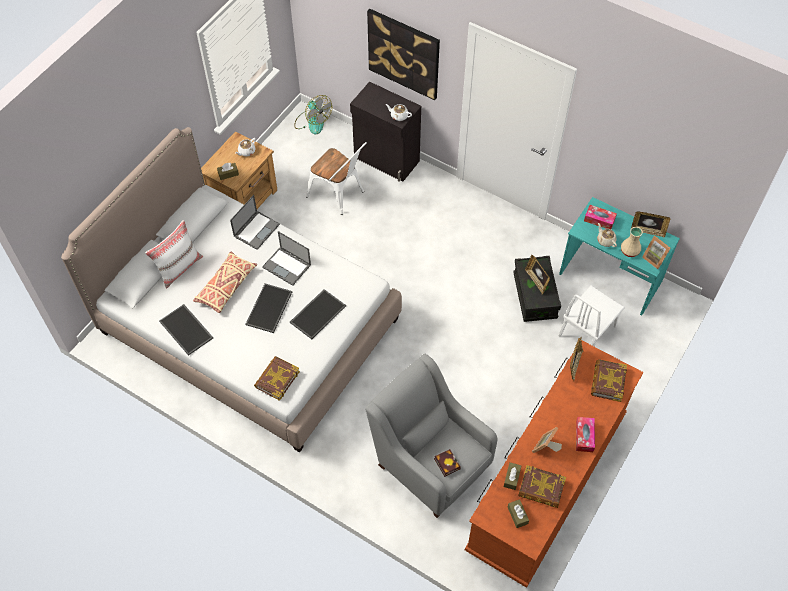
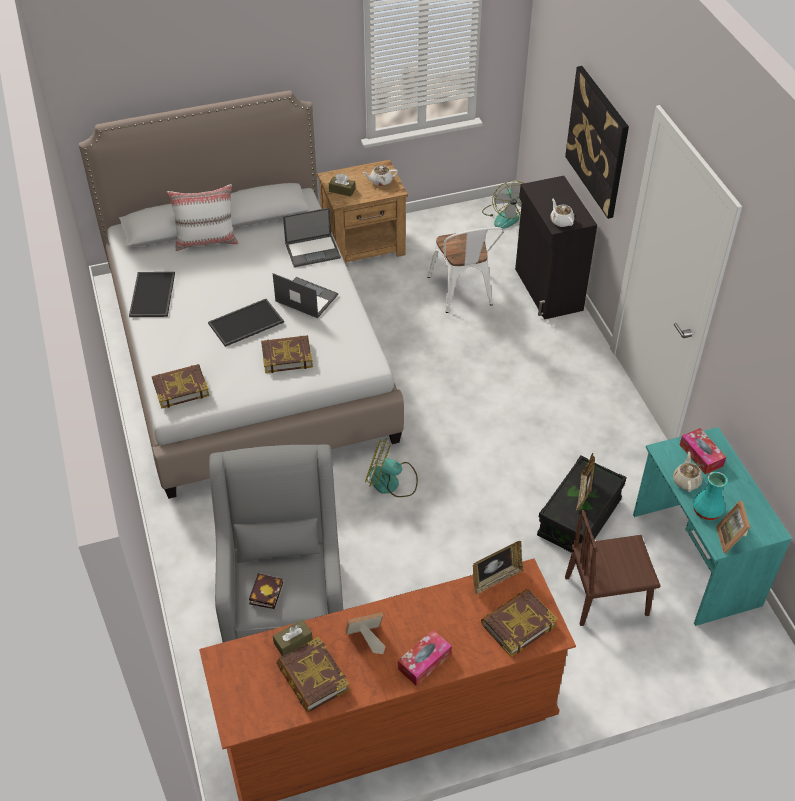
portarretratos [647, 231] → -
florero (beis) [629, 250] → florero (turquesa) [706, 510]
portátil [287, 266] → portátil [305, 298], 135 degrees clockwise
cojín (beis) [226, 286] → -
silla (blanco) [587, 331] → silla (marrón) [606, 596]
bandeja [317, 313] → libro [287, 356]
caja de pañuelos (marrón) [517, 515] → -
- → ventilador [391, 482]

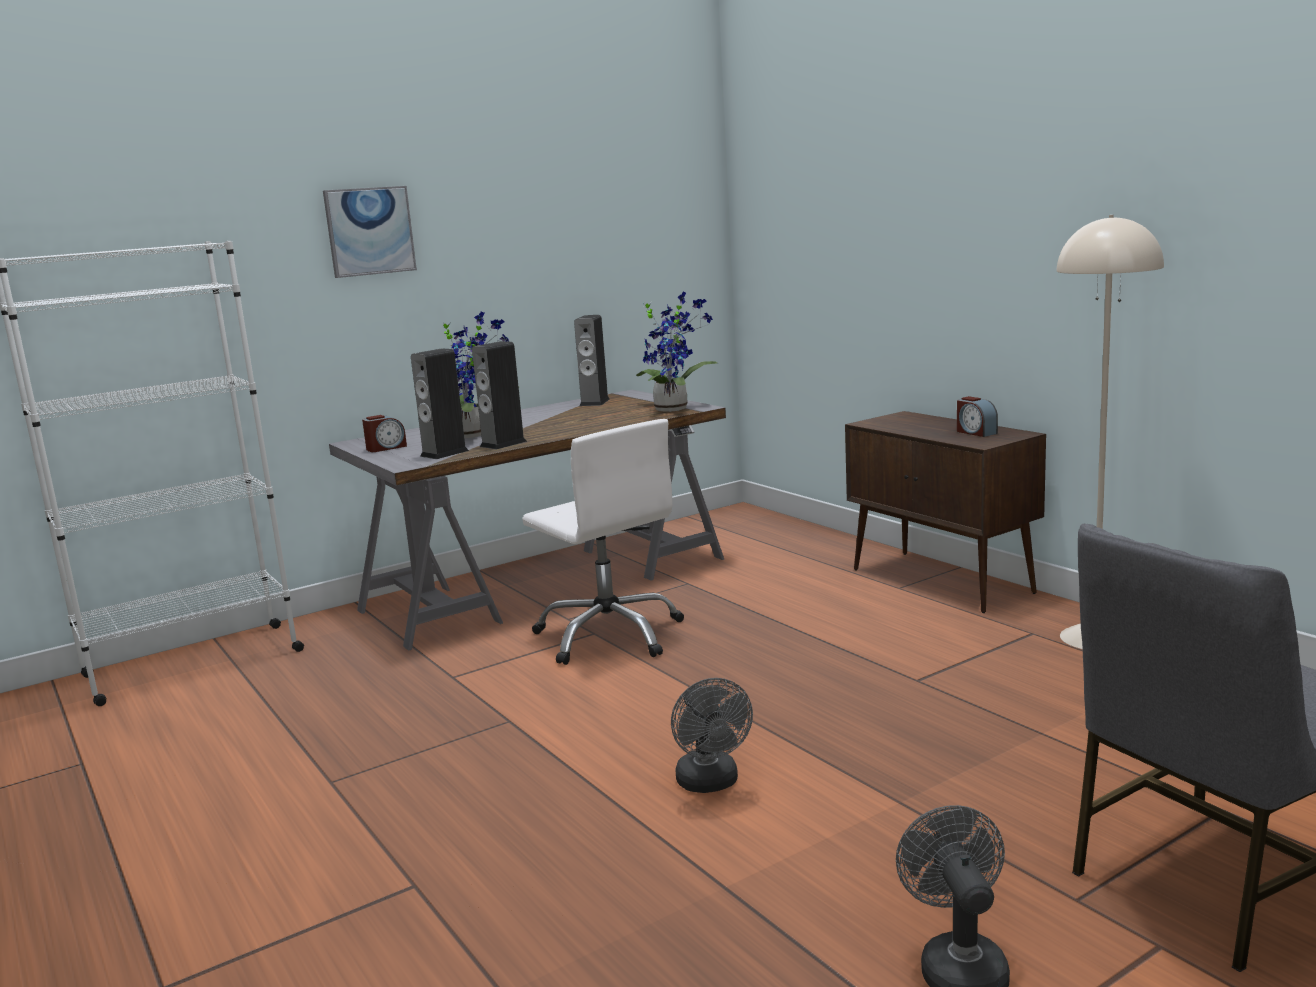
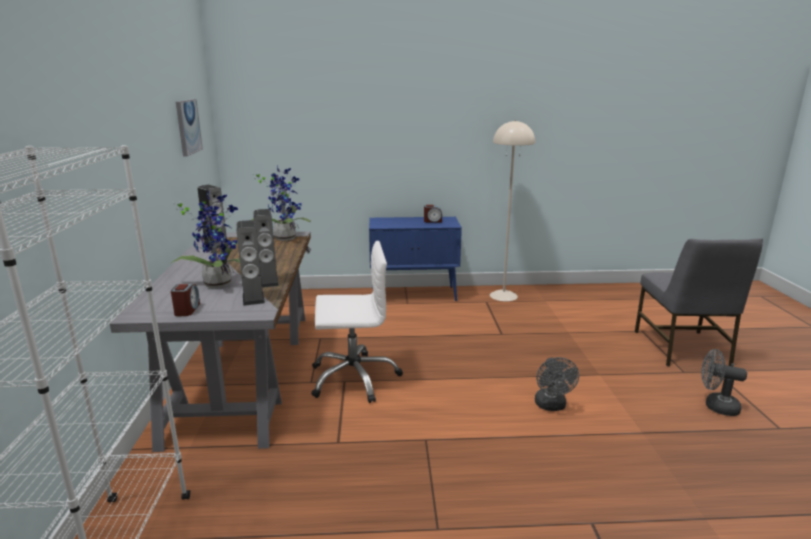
cuadro [369, 231] → cuadro [188, 127], shifted
armario (marrón) [942, 581] → armario (azul) [414, 294]
ventilador (gris) [711, 784] → ventilador (gris) [551, 406], 75 degrees clockwise

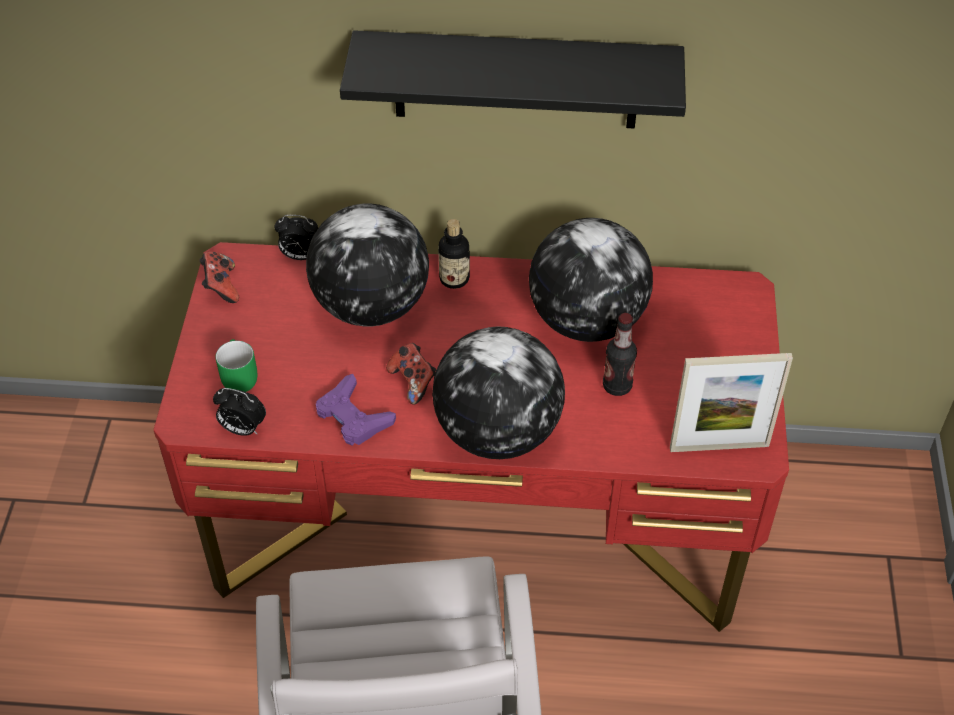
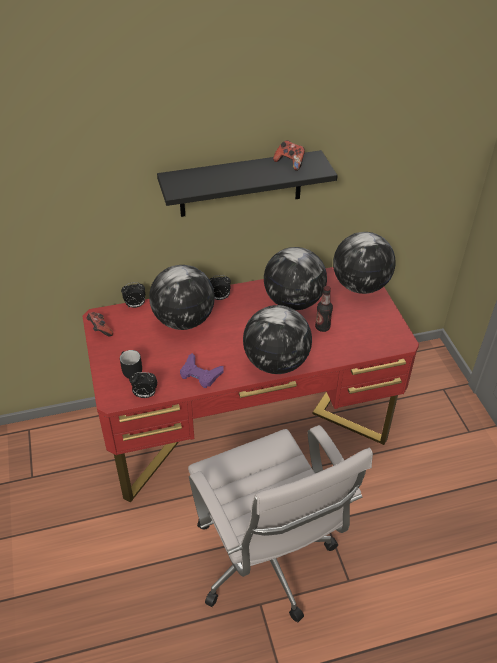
botella [454, 279] → despertador [219, 298]
taza grande (verde) [236, 377] → taza grande (negro) [129, 371]
mando de consola [413, 382] → mando de consola [290, 163], shifted
portarretratos [719, 446] → -
- → globo terráqueo [360, 286]

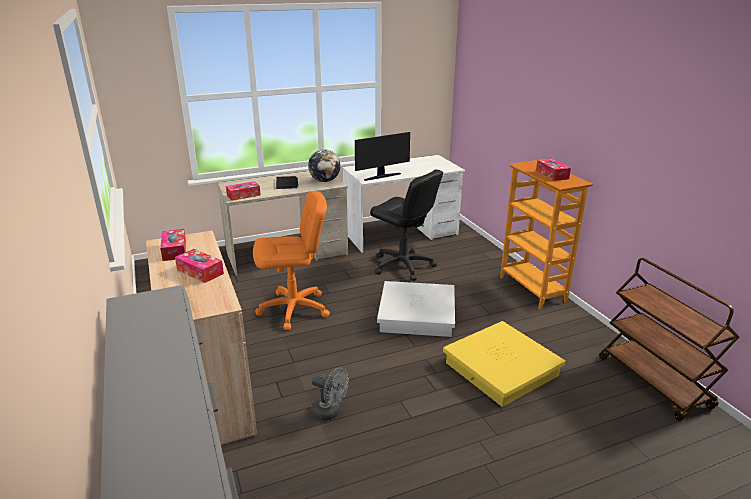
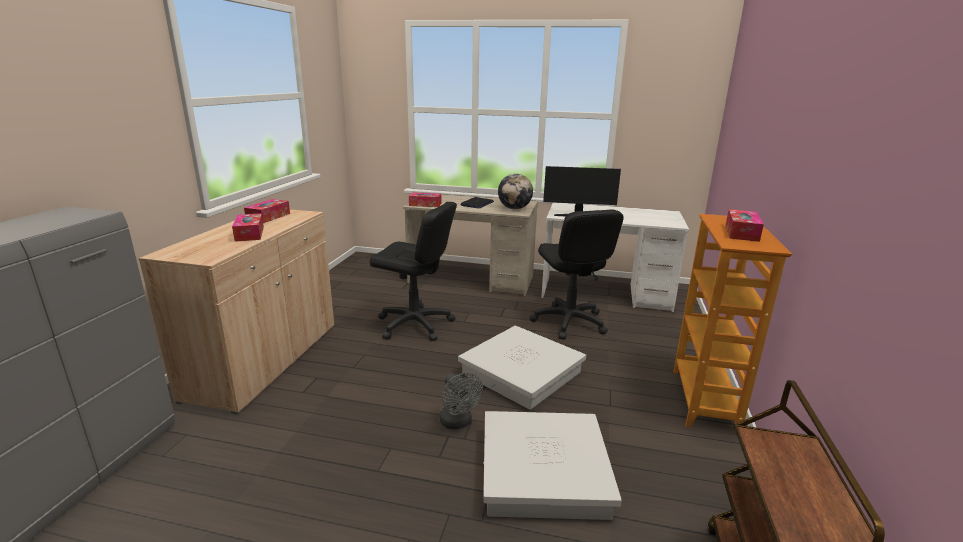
silla de oficina (naranja) [294, 309] → silla de oficina (negro) [415, 325]
caja de almacenaje (amarillo) [501, 369] → caja de almacenaje (blanco) [544, 472]
ventilador (gris) [330, 412] → ventilador (gris) [458, 423], shifted

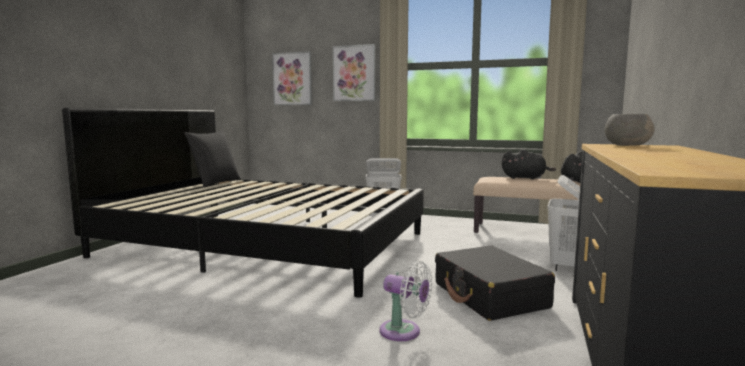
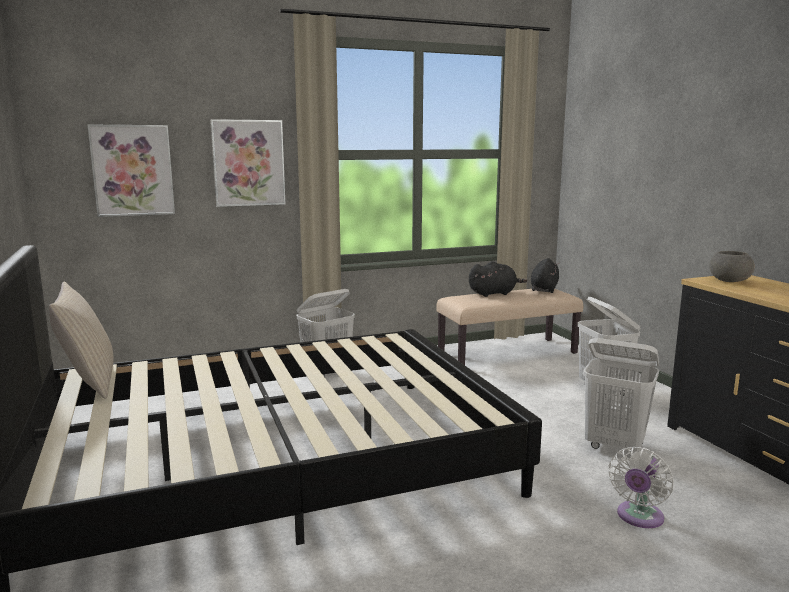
cojín (negro) [215, 183] → cojín (beis) [89, 383]
maleta (negro) [490, 296] → cesto de la ropa (blanco) [615, 446]
ventilador (blanco) [404, 332] → ventilador (blanco) [638, 518], 135 degrees clockwise

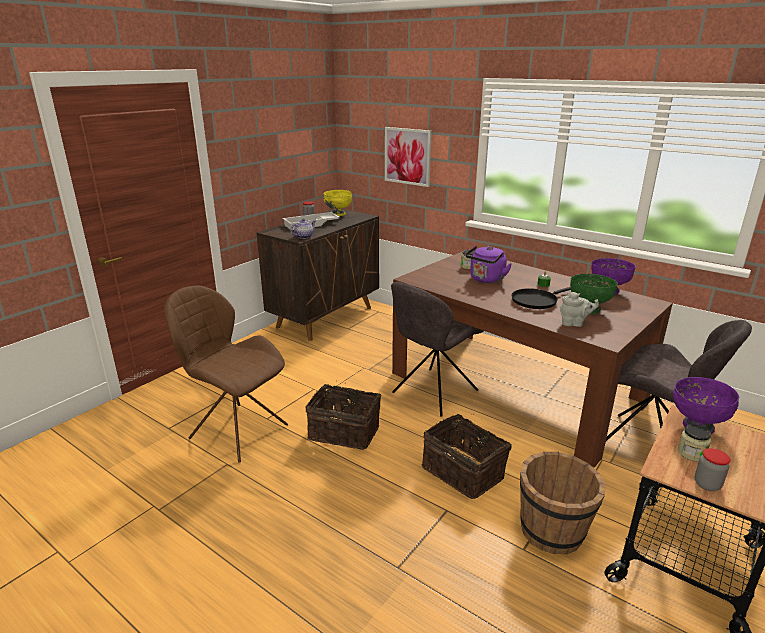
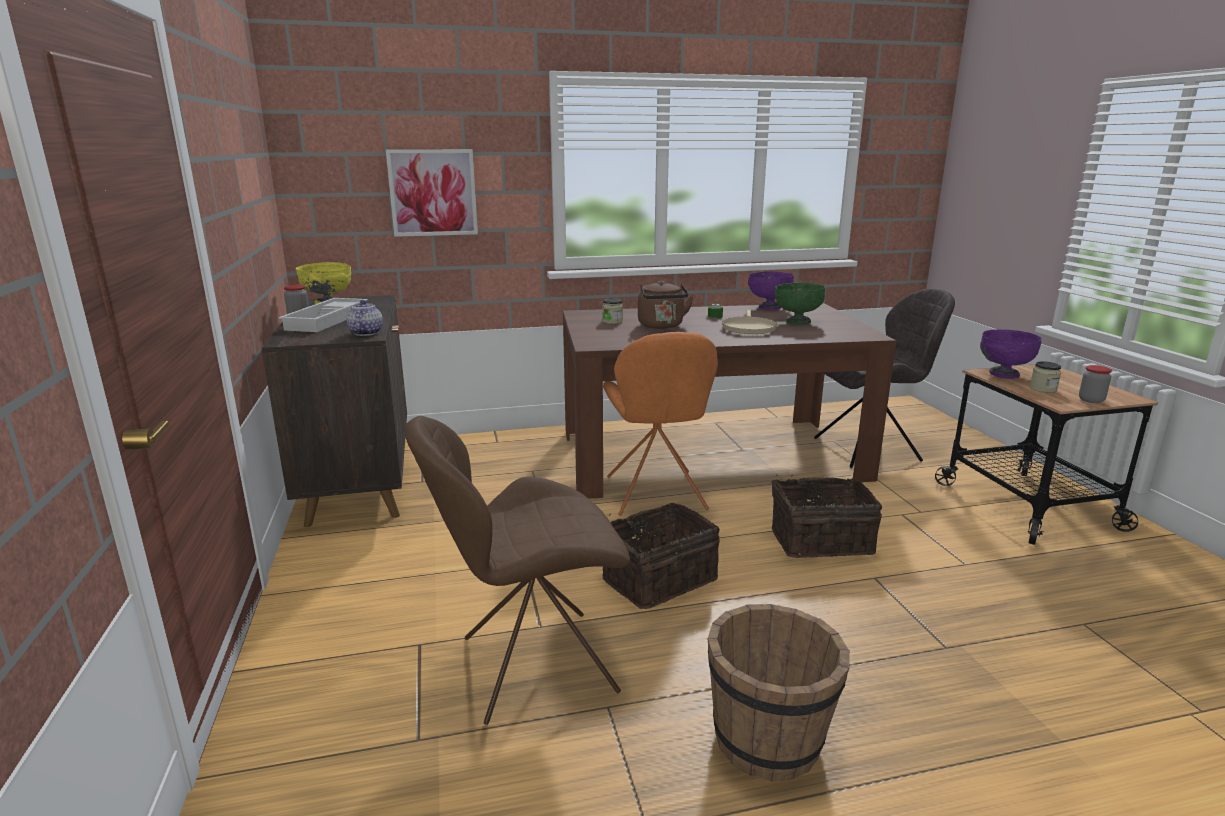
hervidor (morado) [486, 280] → hervidor (marrón) [661, 326]
silla (gris) [432, 393] → silla (naranja) [656, 495]
sartén (negro) [536, 301] → sartén (beis) [748, 328]
tetera (gris) [574, 323] → -
cubo (marrón) [552, 531] → cubo (marrón) [768, 740], shifted

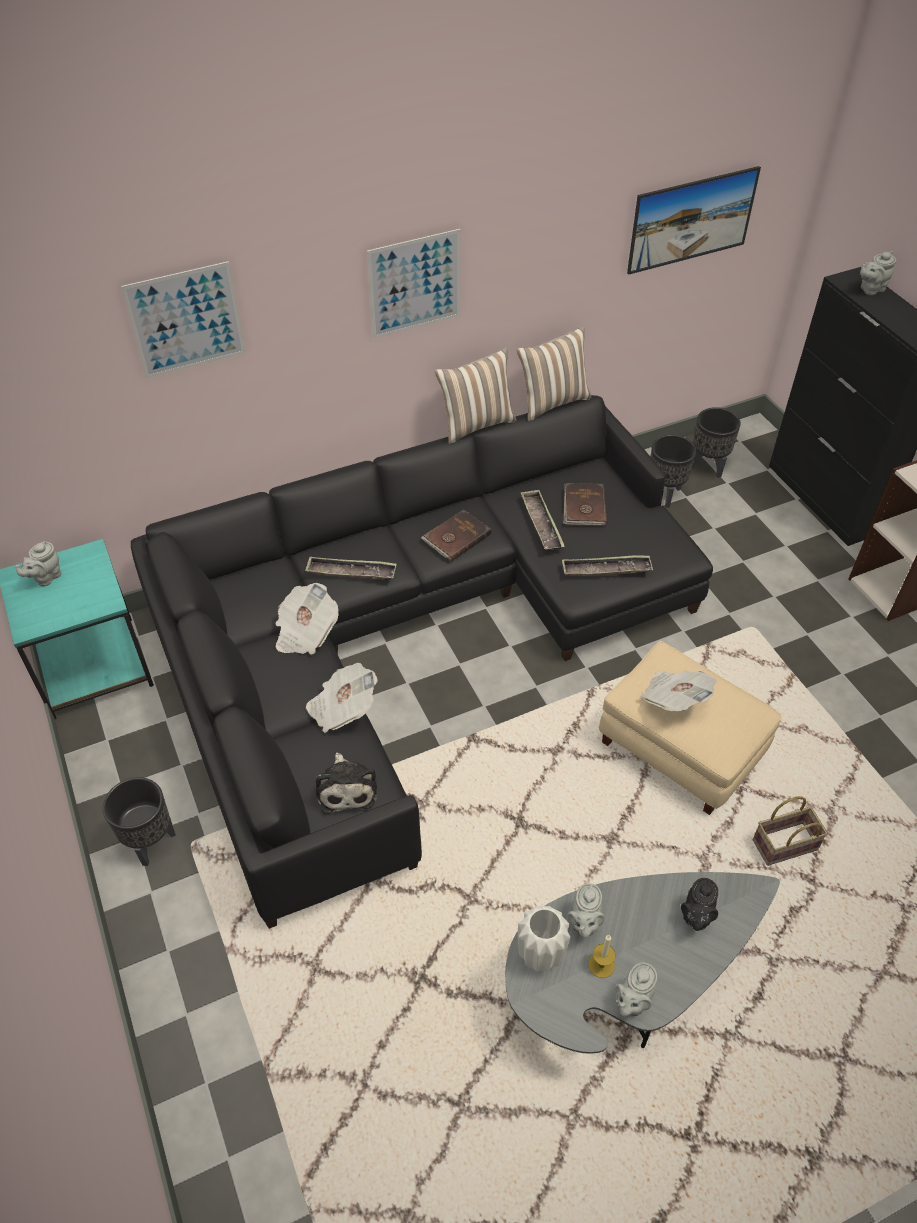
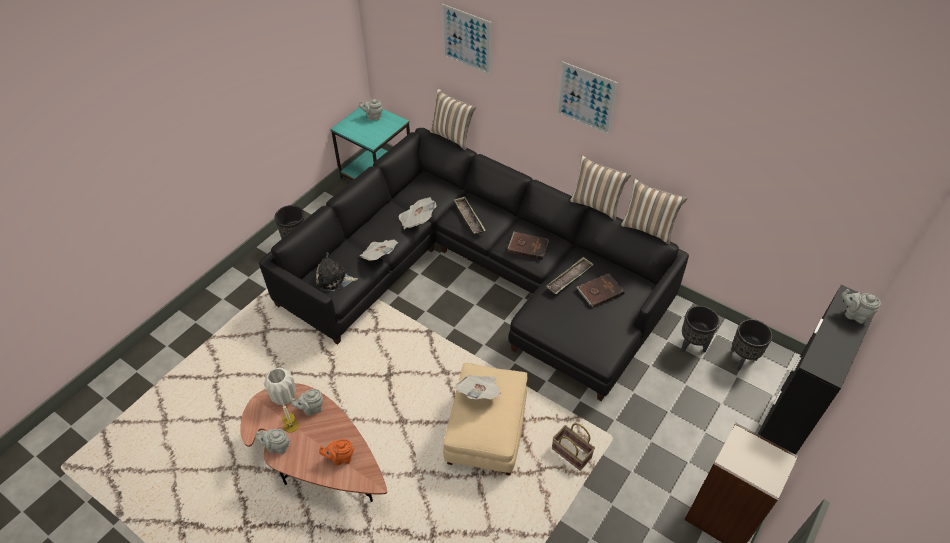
cuadro [688, 239] → -
bandeja [606, 570] → -
peluche [346, 788] → peluche [334, 279], 45 degrees clockwise
cesta [784, 846] → cesta [570, 453], shifted
mesa de centro (gris) [623, 982] → mesa de centro (marrón) [318, 461]
tetera (negro) [695, 917] → tetera (naranja) [340, 458]
- → cojín [452, 136]

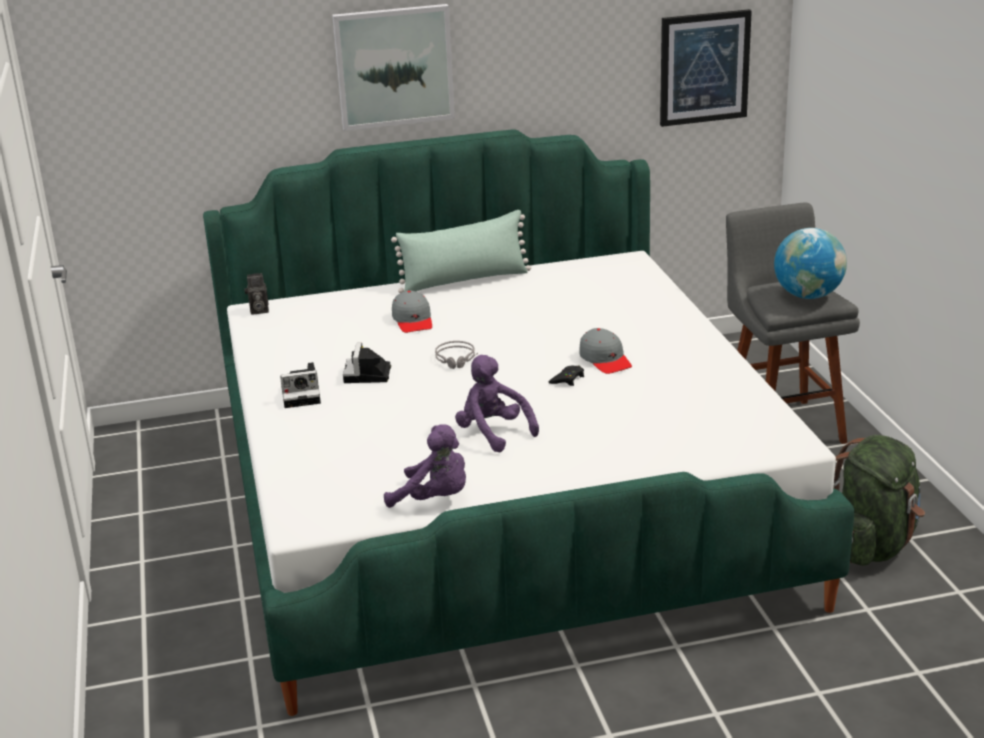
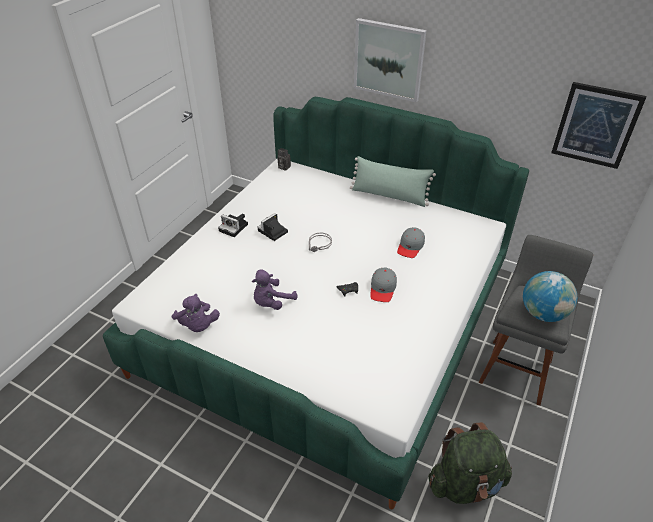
gorra (gris) [413, 320] → gorra (gris) [410, 246], shifted
peluche (morado) [493, 433] → peluche (morado) [272, 302], 135 degrees counterclockwise

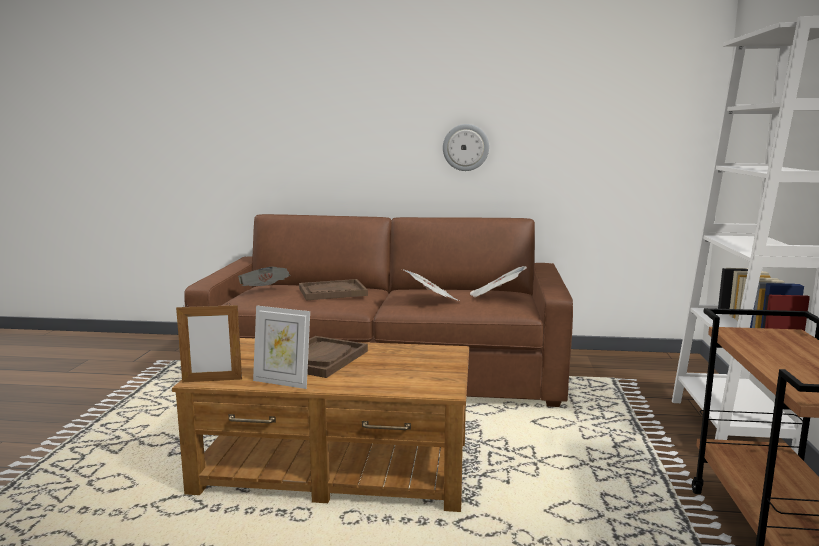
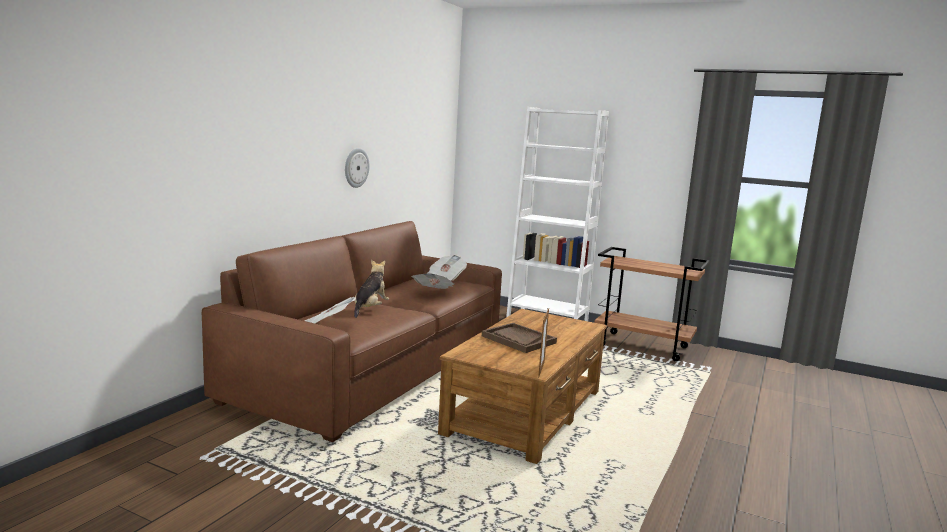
bandeja (marrón) [332, 292] → peluche [370, 309]
portarretratos [282, 382] → -

